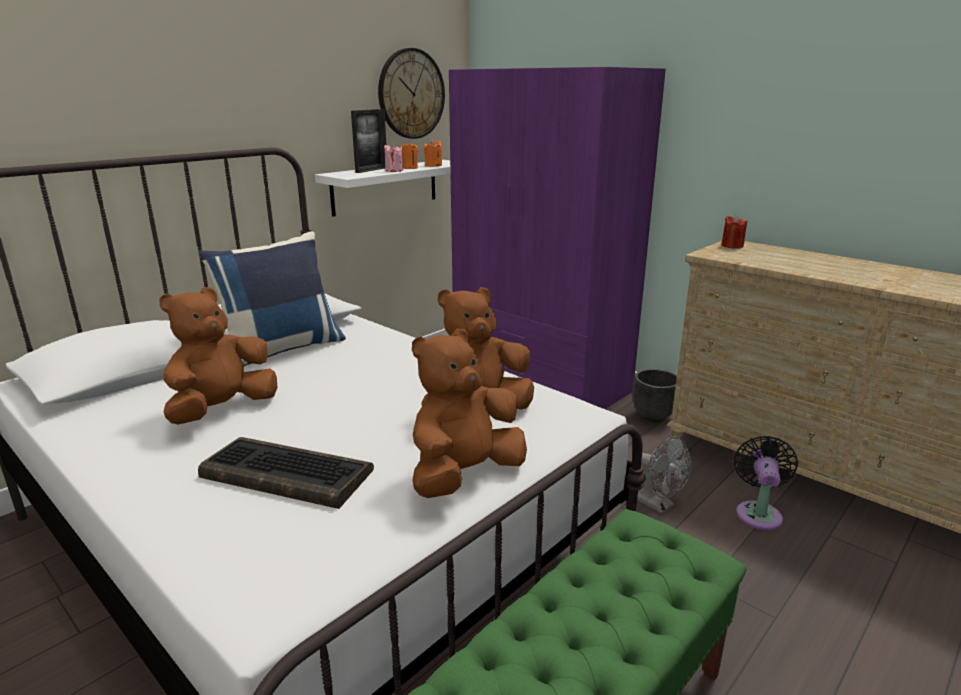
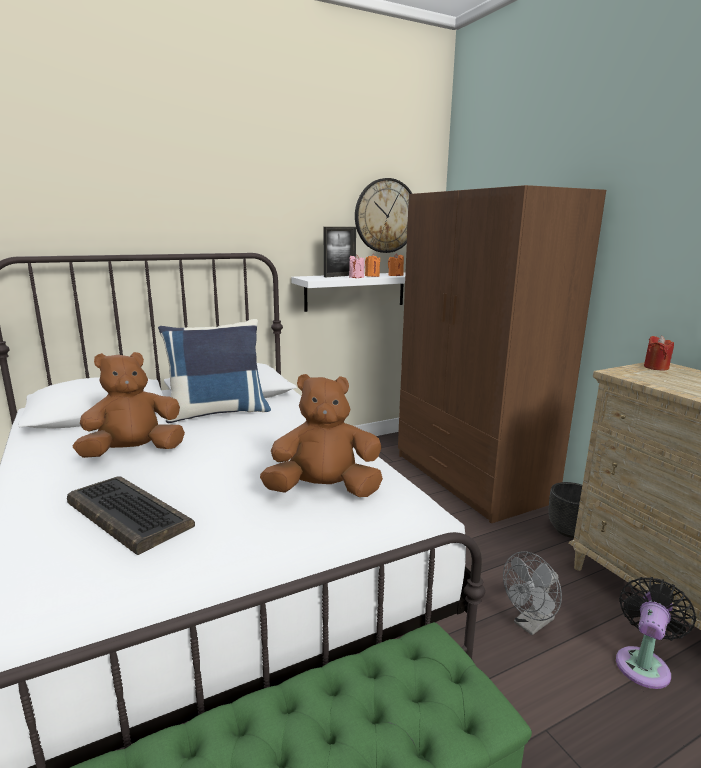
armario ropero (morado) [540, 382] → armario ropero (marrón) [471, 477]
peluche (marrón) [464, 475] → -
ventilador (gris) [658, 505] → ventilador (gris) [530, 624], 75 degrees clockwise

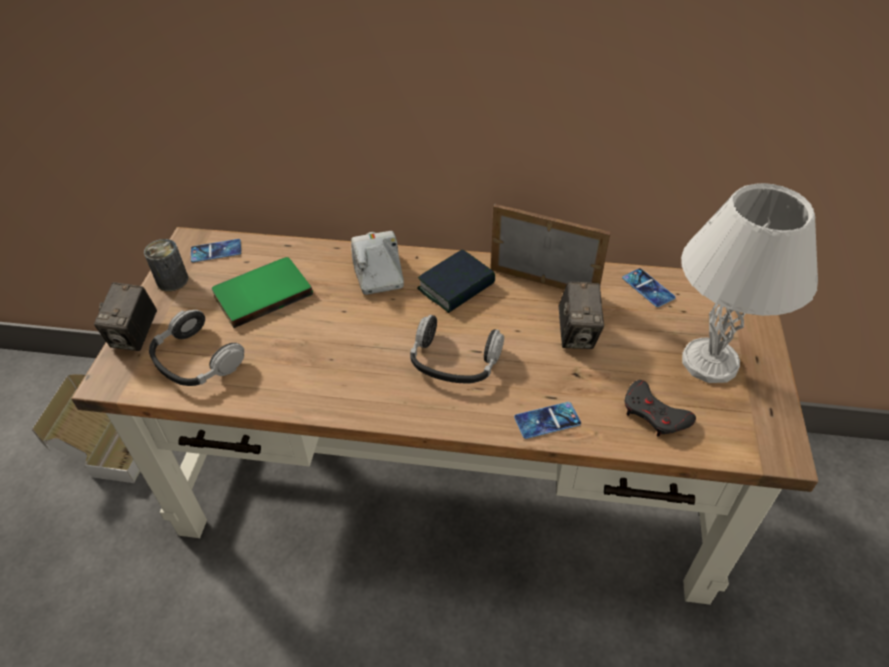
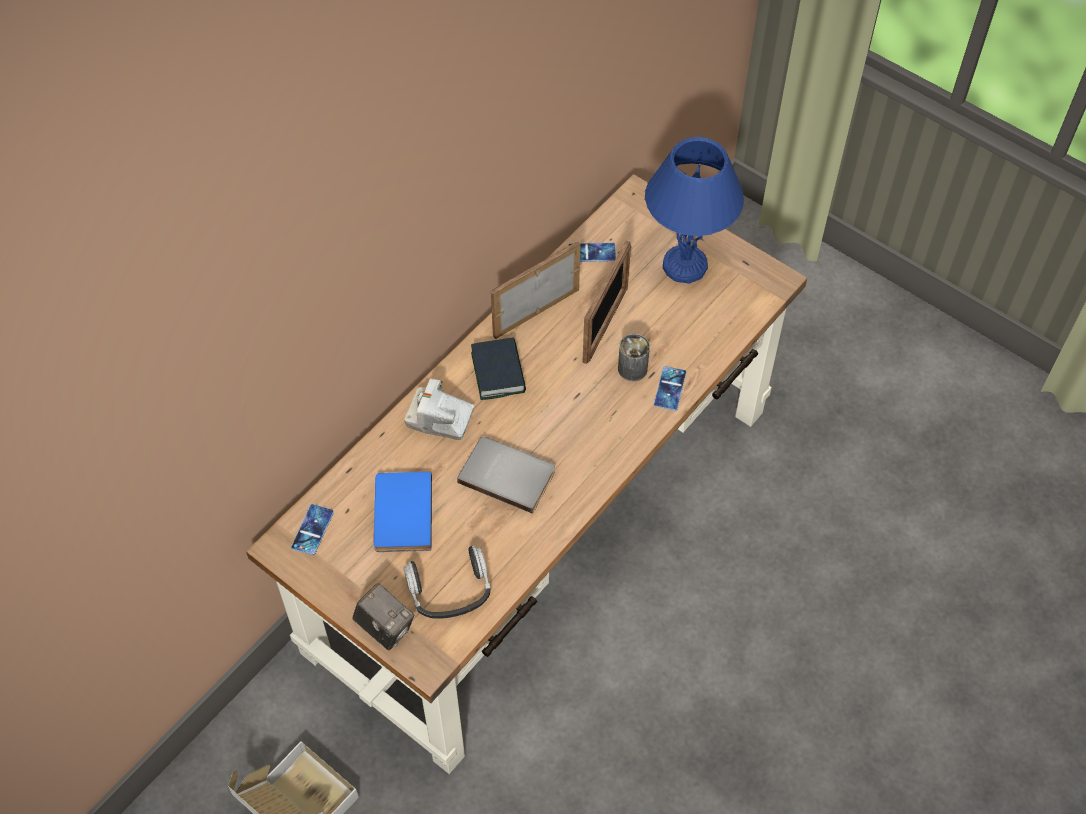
lámpara de mesa (blanco) [712, 362] → lámpara de mesa (azul) [686, 264]
lata [172, 280] → lata [632, 369], shifted
libro (verde) [261, 293] → libro (azul) [400, 514]
cámara [577, 334] → portarretratos [605, 324]
auriculares [454, 360] → -
mando de consola (gris) [654, 414] → -
- → libro (gris) [508, 474]

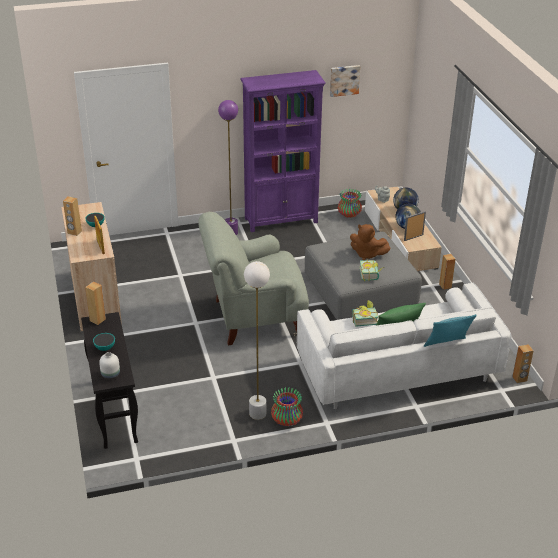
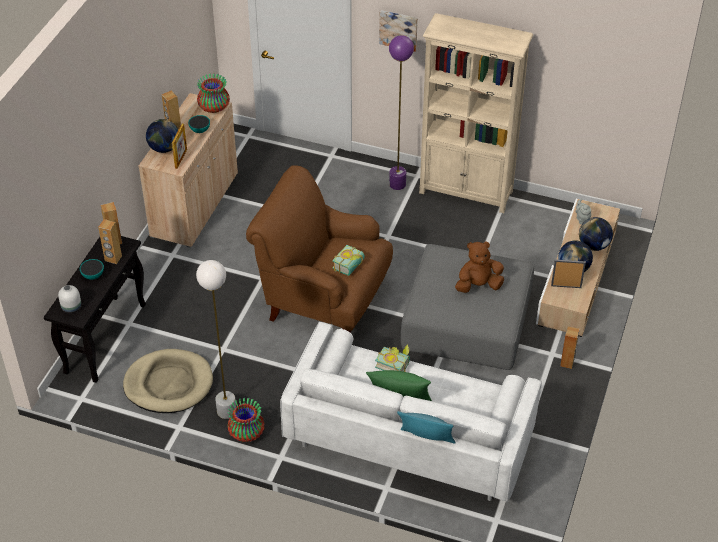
cuadro [344, 80] → cuadro [398, 29], shifted
estantería (morado) [281, 220] → estantería (beis) [466, 192]
florero [349, 214] → florero [214, 107], shifted
sillón (gris) [254, 318] → sillón (marrón) [324, 301]
peluche (marrón) [367, 254] → peluche (marrón) [478, 285], 105 degrees clockwise
libro [371, 275] → libro [351, 267], shifted
altavoz (marrón) [519, 379] → altavoz (marrón) [113, 258], shifted
- → globo terráqueo [164, 148]
- → cama para perro (beis) [168, 384]

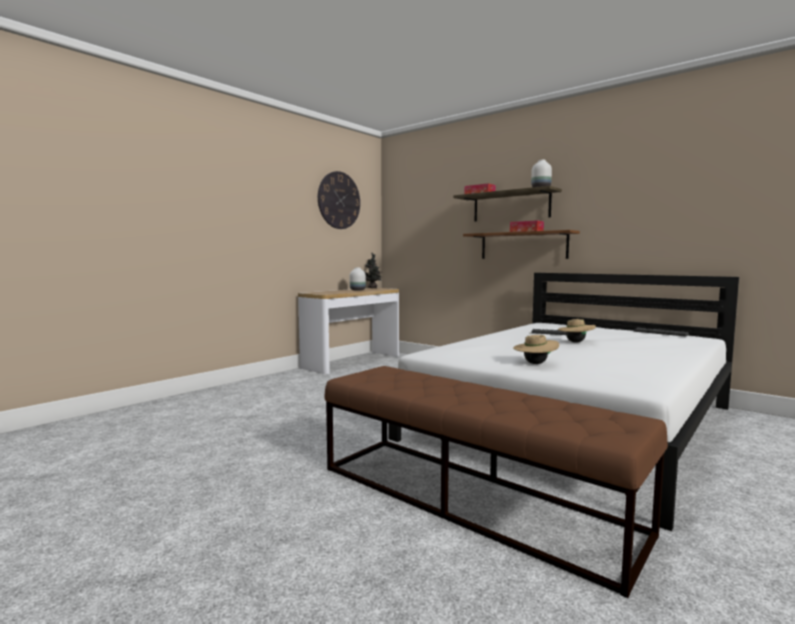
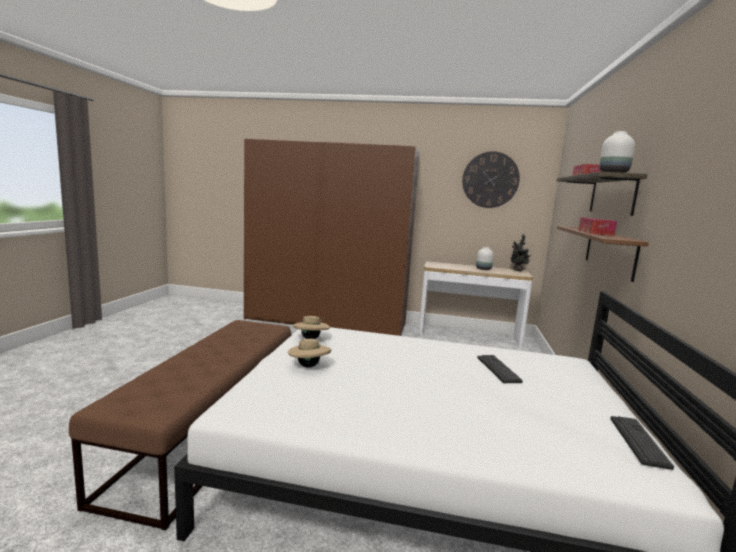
sombrero (beis) [575, 342] → sombrero (beis) [311, 339], shifted
- → armario ropero (marrón) [327, 321]

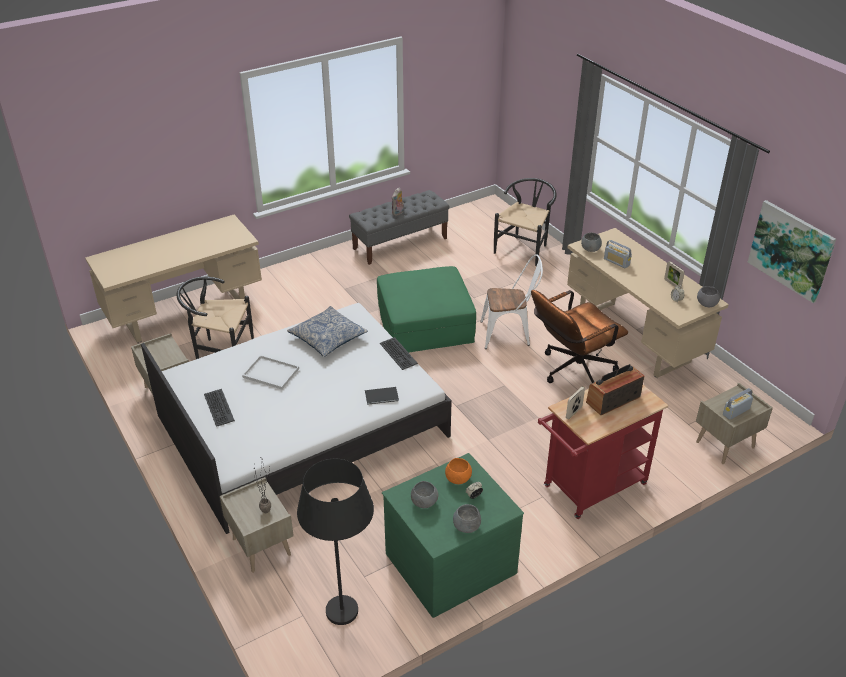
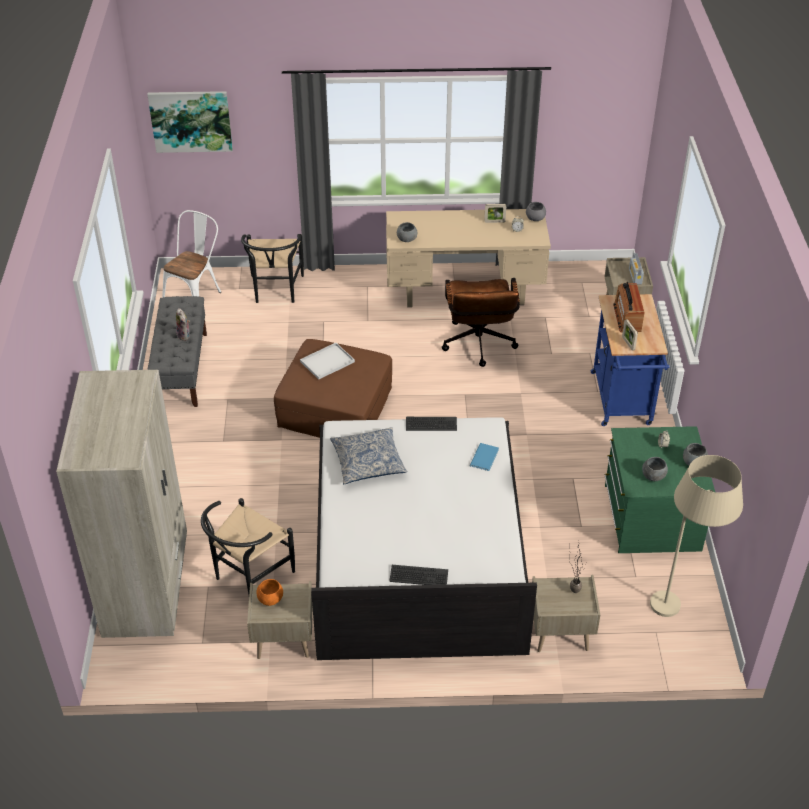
silla (negro) [524, 248] → silla (negro) [276, 291], 150 degrees counterclockwise
cuadro [791, 250] → cuadro [191, 121], shifted
escritorio (beis) [185, 312] → armario ropero (beis) [147, 584]
radio [616, 262] → -
silla (blanco) [509, 334] → silla (blanco) [195, 296], shifted
puf (verde) [425, 324] → puf (marrón) [334, 407]
bandeja (blanco) [269, 373] → bandeja (blanco) [326, 362], shifted
carrito (rojo) [590, 488] → carrito (azul) [622, 402]
libro (negro) [382, 396] → libro (azul) [485, 457]
cuenco (naranja) [457, 479] → cuenco (naranja) [270, 599], shifted
lámpara de pie (negro) [345, 626] → lámpara de pie (beis) [682, 608]

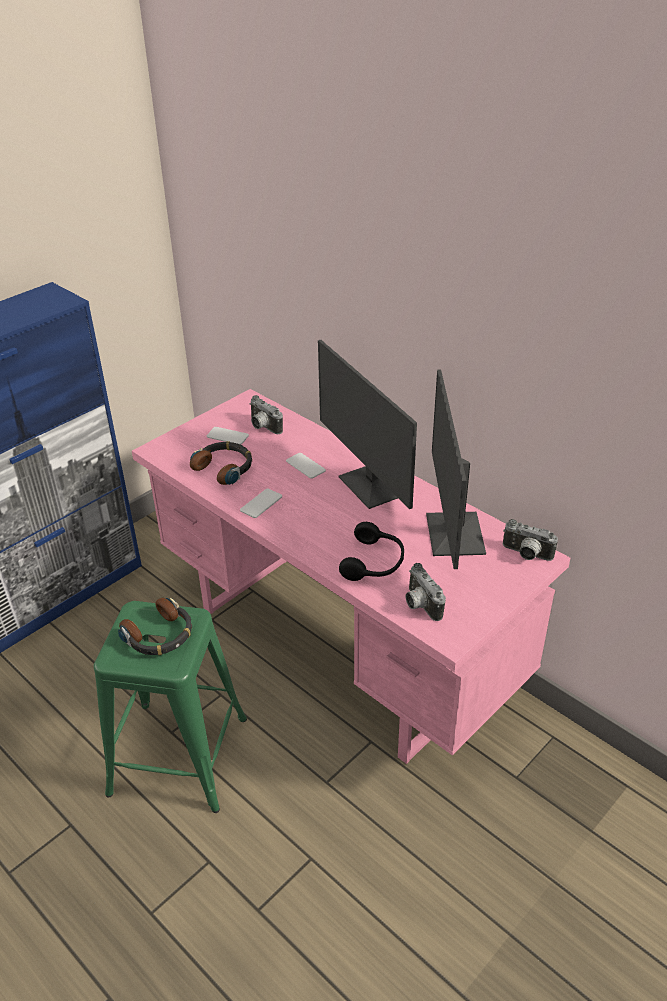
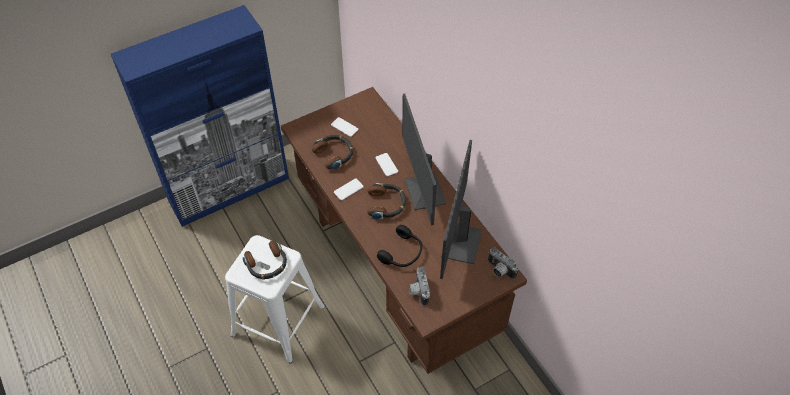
escritorio (rosa) [339, 648] → escritorio (marrón) [396, 272]
cámara [262, 427] → -
taburete (verde) [178, 755] → taburete (blanco) [278, 320]
- → auriculares [386, 204]

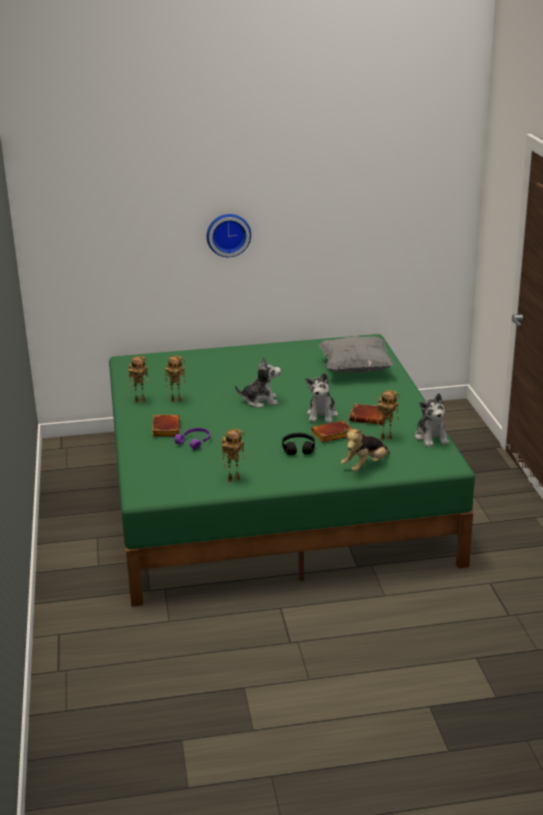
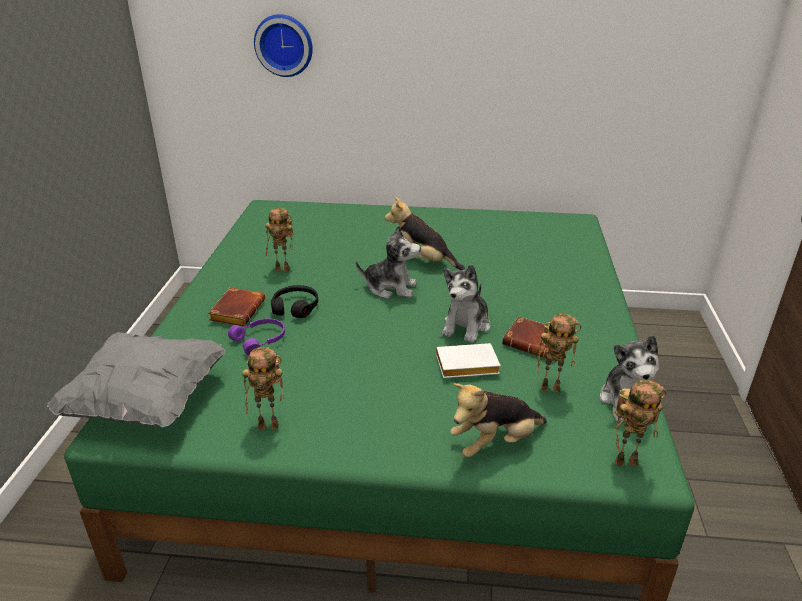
reloj de pared [228, 234] → reloj de pared [284, 45], shifted
cojín (gris) [355, 369] → cojín (gris) [147, 402], shifted
robot de juguete [140, 400] → robot de juguete [627, 460], shifted
libro (marrón) [332, 435] → libro (blanco) [465, 367]
auriculares (negro) [298, 448] → auriculares (negro) [295, 307], shifted
- → peluche [423, 261]

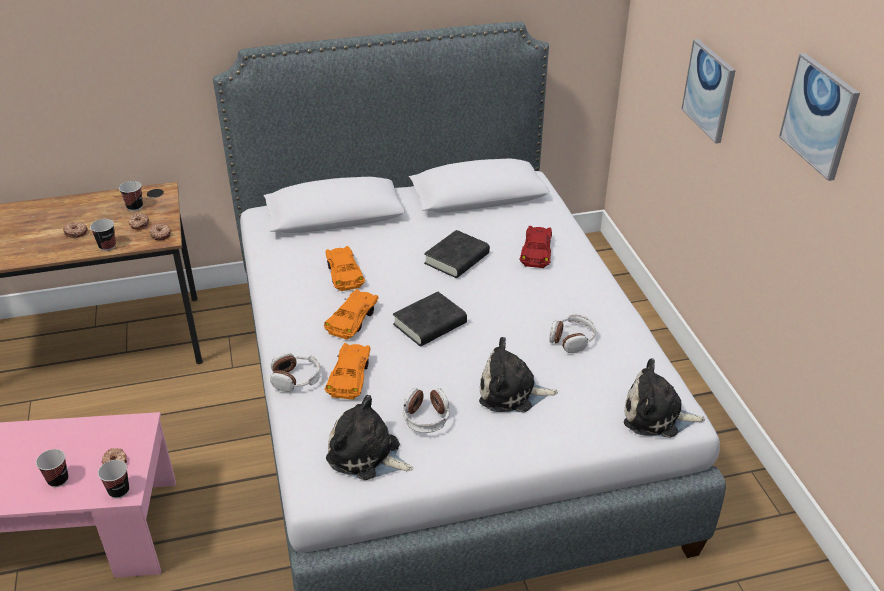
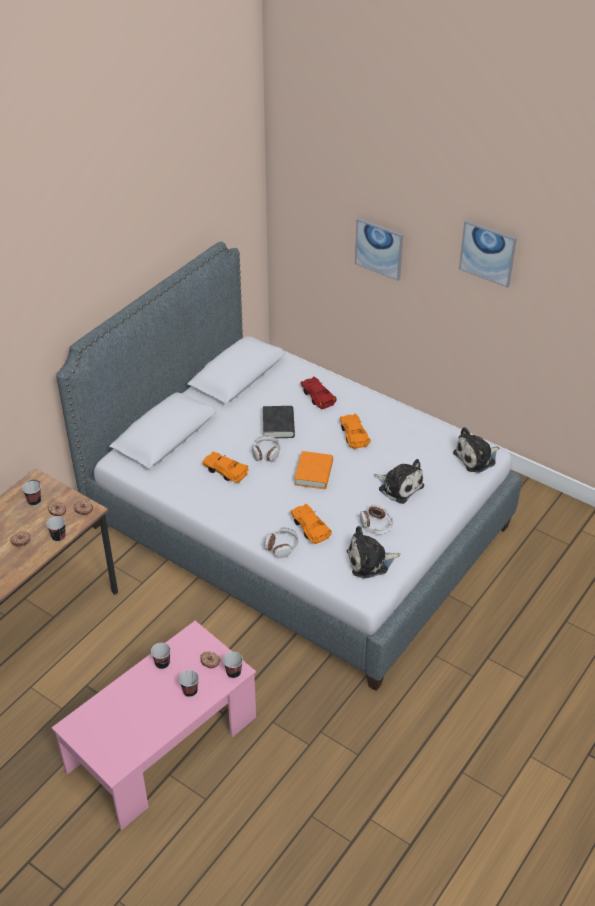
coche de juguete (naranja) [353, 320] → coche de juguete (naranja) [354, 434], shifted
libro (negro) [430, 324] → libro (naranja) [314, 473]
auriculares [572, 339] → auriculares [266, 453], shifted
peluche [511, 392] → peluche [399, 486], 105 degrees counterclockwise
- → taza [162, 663]

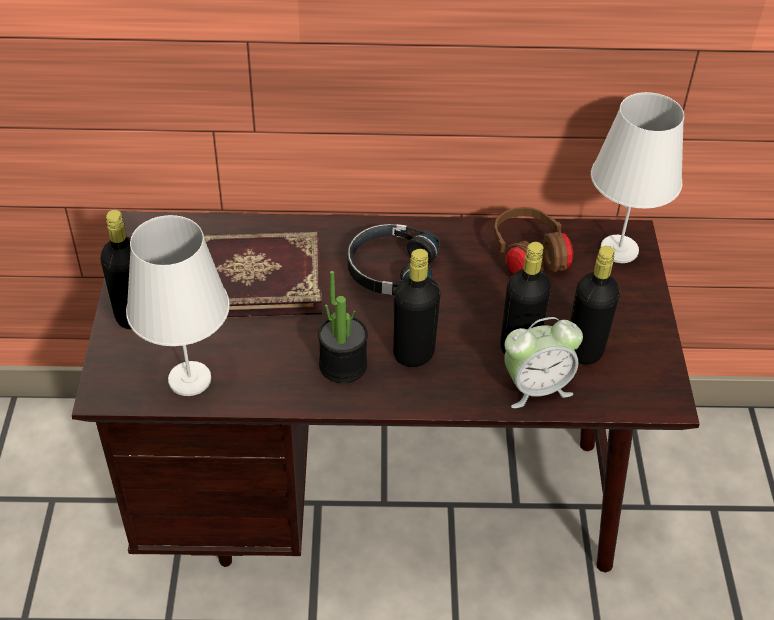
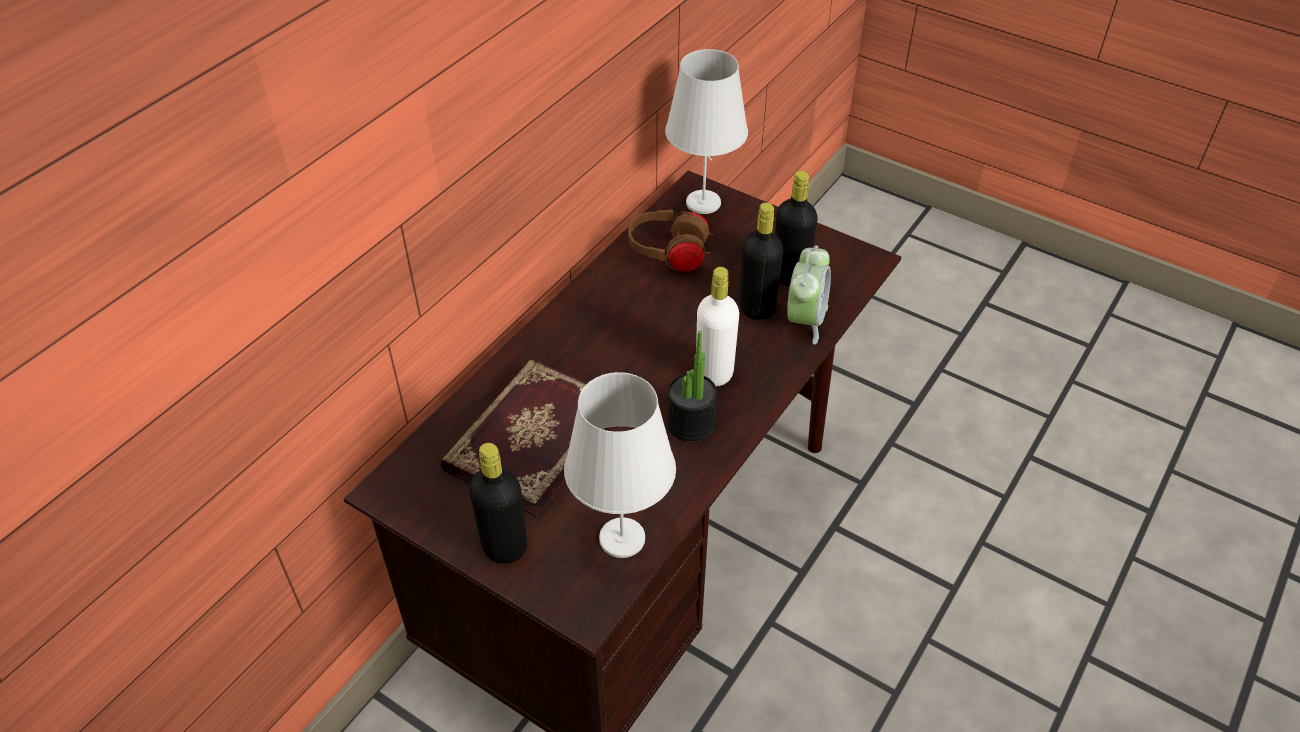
auriculares (negro) [391, 269] → -
botella (negro) [413, 354] → botella (blanco) [714, 373]

